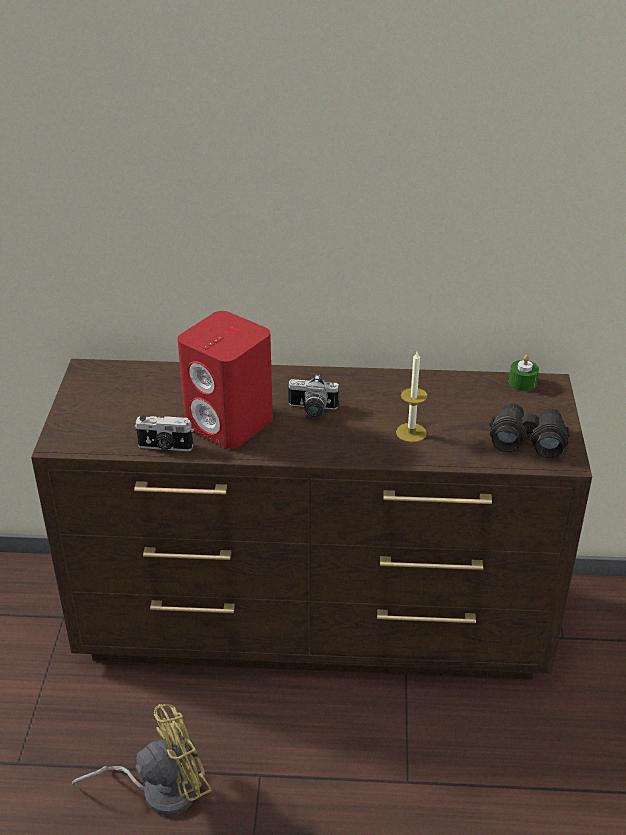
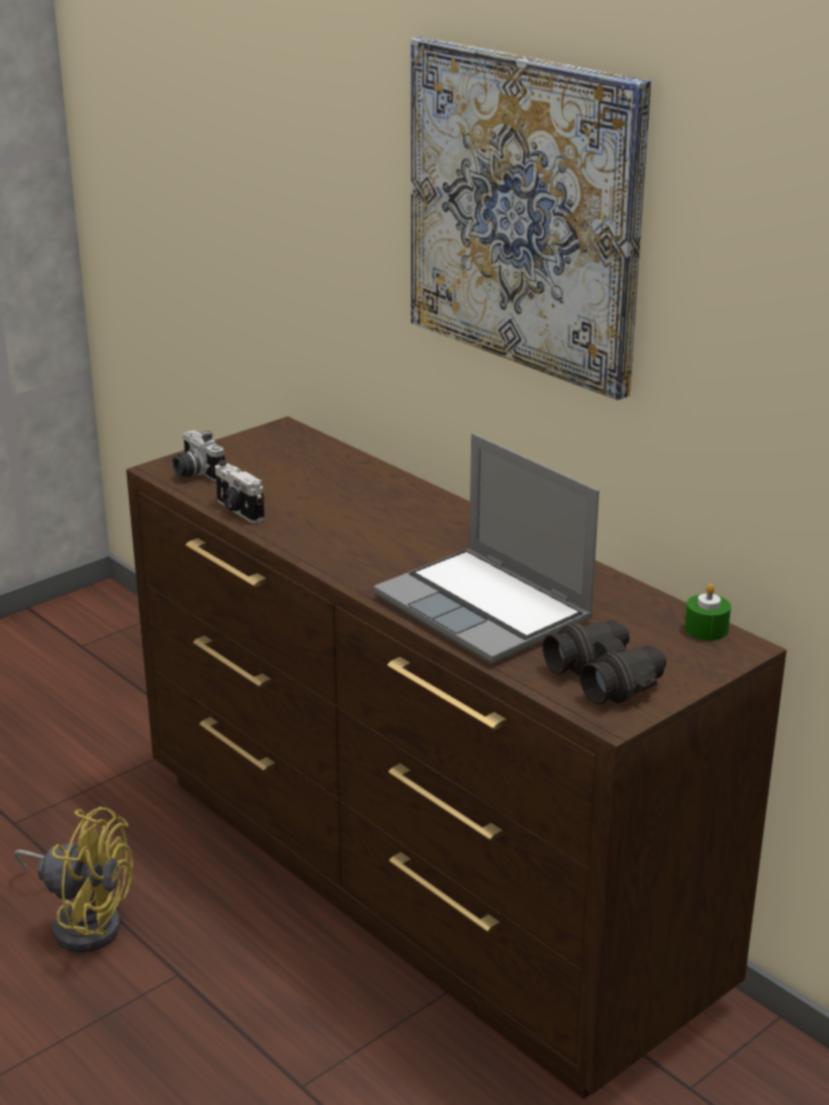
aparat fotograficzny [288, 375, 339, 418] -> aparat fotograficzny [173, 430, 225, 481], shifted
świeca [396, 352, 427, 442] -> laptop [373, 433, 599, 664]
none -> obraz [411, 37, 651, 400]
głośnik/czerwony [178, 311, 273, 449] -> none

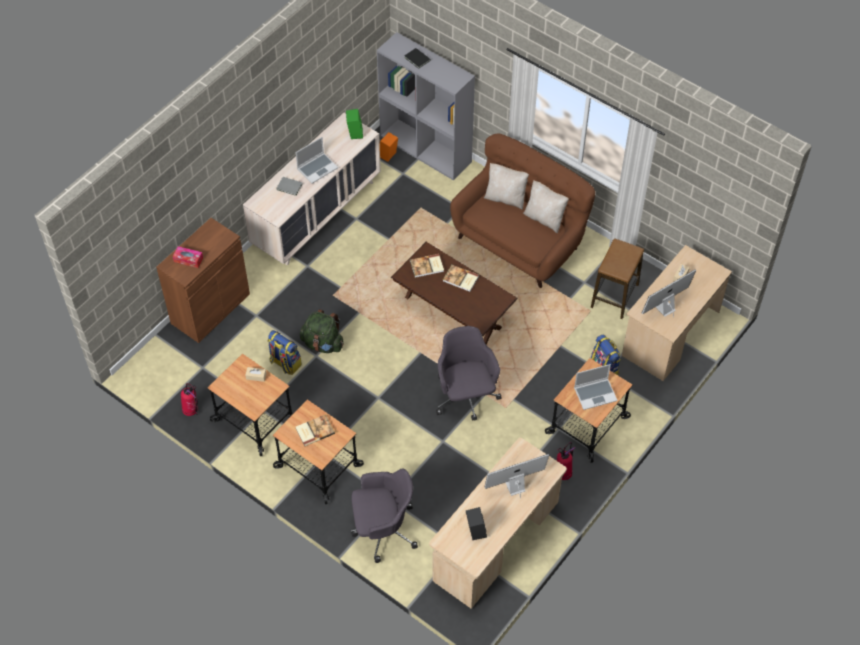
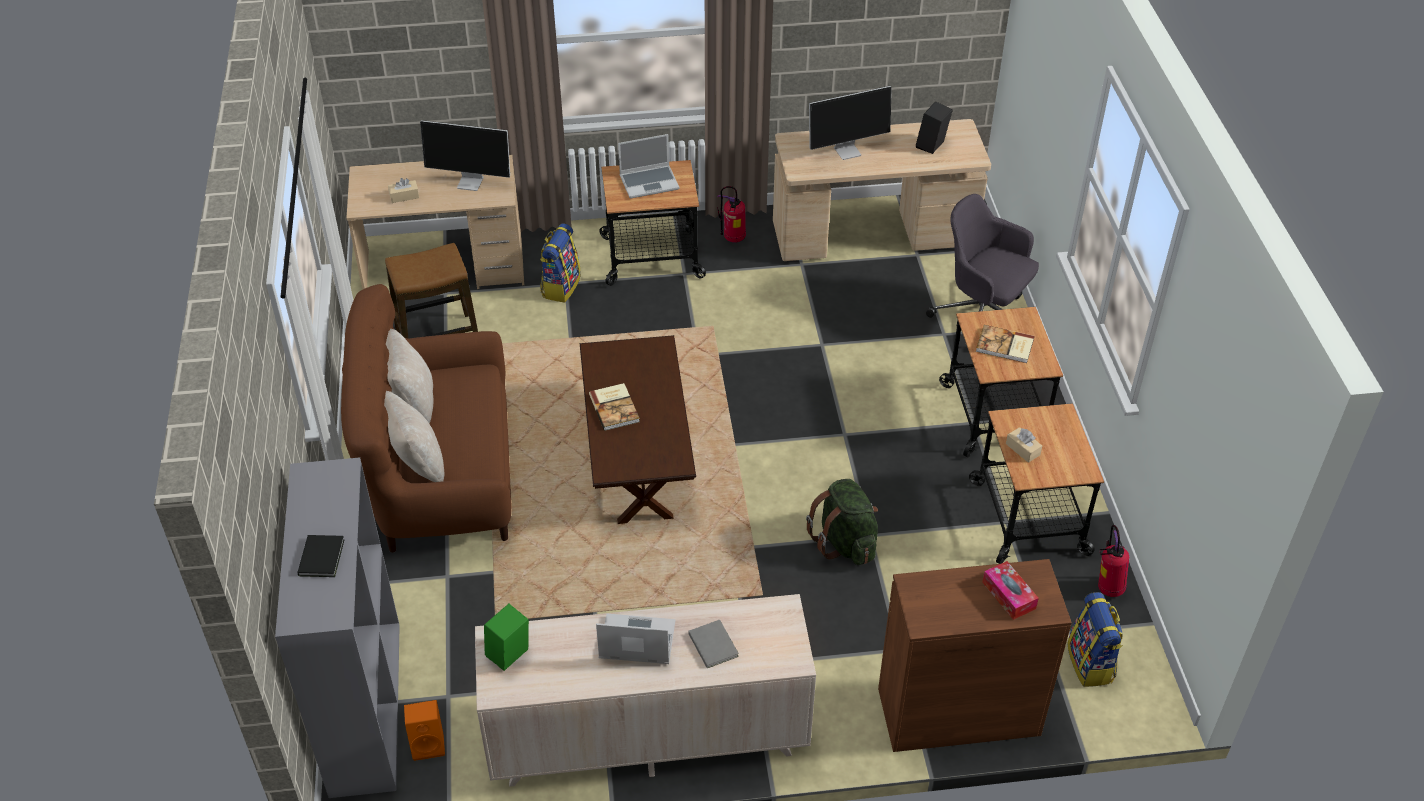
laptop [574, 364, 618, 410] -> laptop [618, 134, 680, 198], 135 degrees clockwise
monitor [485, 454, 549, 498] -> monitor [809, 86, 892, 160], 45 degrees counterclockwise
plecak [267, 330, 302, 375] -> plecak [1067, 592, 1123, 687], shifted
książka [410, 254, 444, 278] -> none
krzesło biurowe/szary [436, 326, 501, 421] -> none

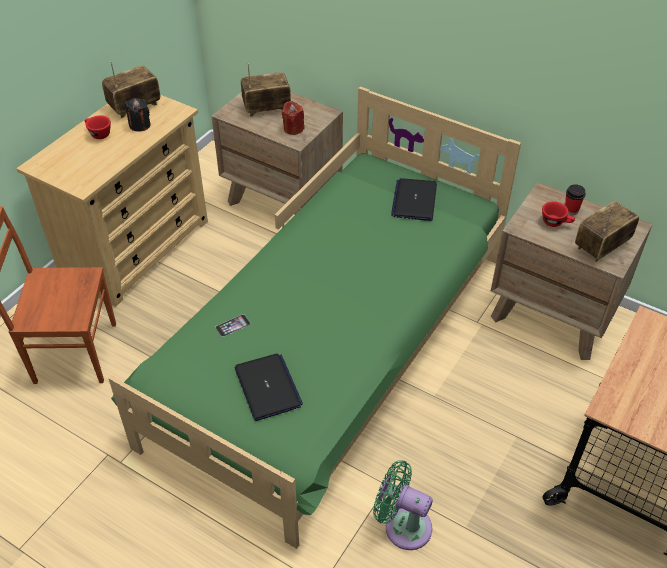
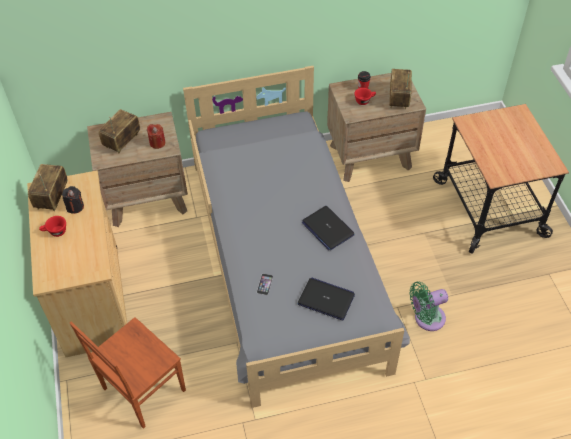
łóżko/zielony [108, 87, 521, 549] -> łóżko/szary [183, 66, 410, 408]
laptop [391, 178, 437, 221] -> laptop [302, 206, 355, 250], shifted

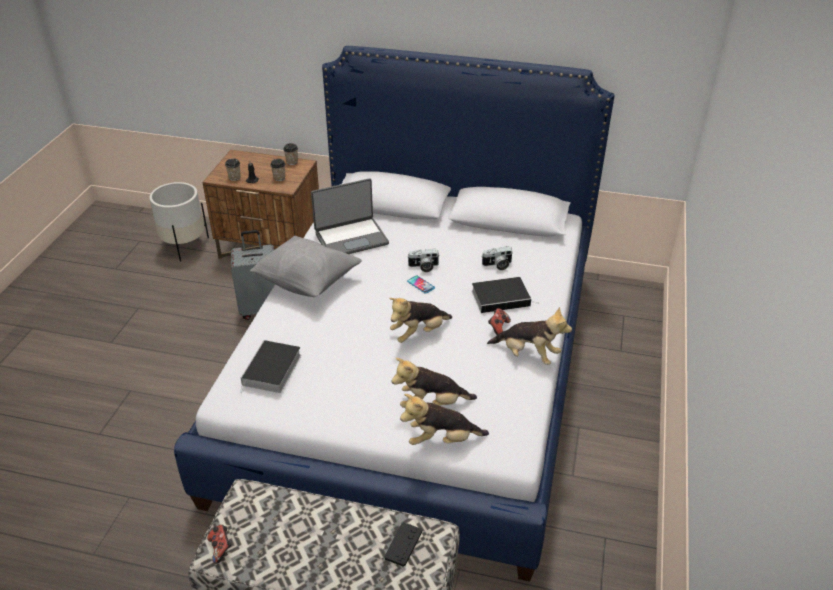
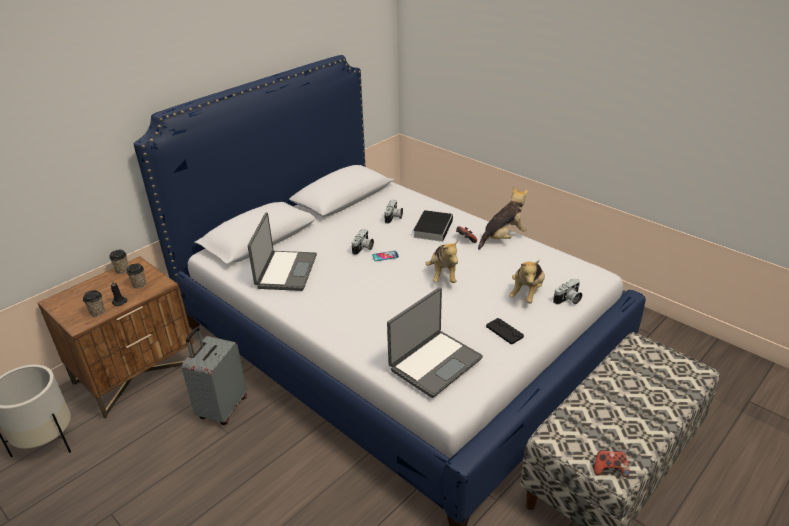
książka [240, 340, 301, 394] -> laptop [387, 287, 483, 398]
pad do gier/czarny [384, 522, 422, 567] -> pad do gier/czarny [486, 318, 524, 344], shifted
pluszak [400, 394, 489, 445] -> aparat fotograficzny [553, 278, 582, 305]
poduszka/szary [250, 236, 362, 297] -> none

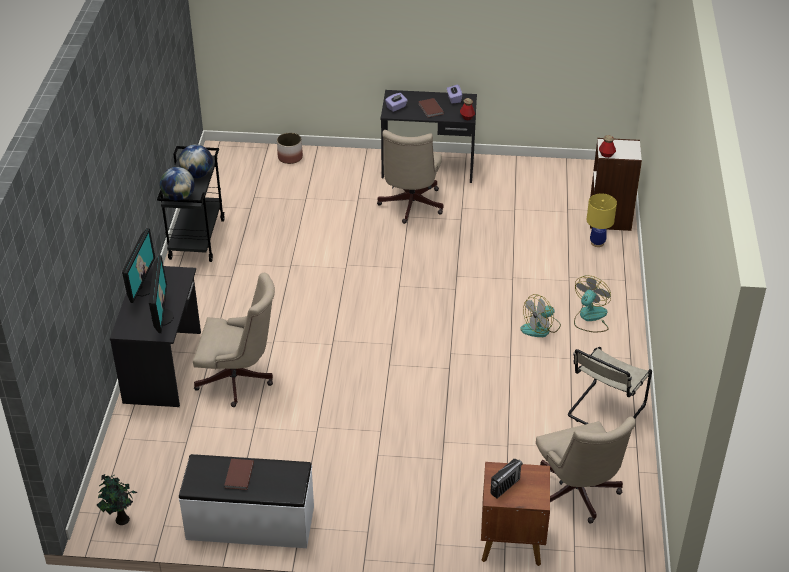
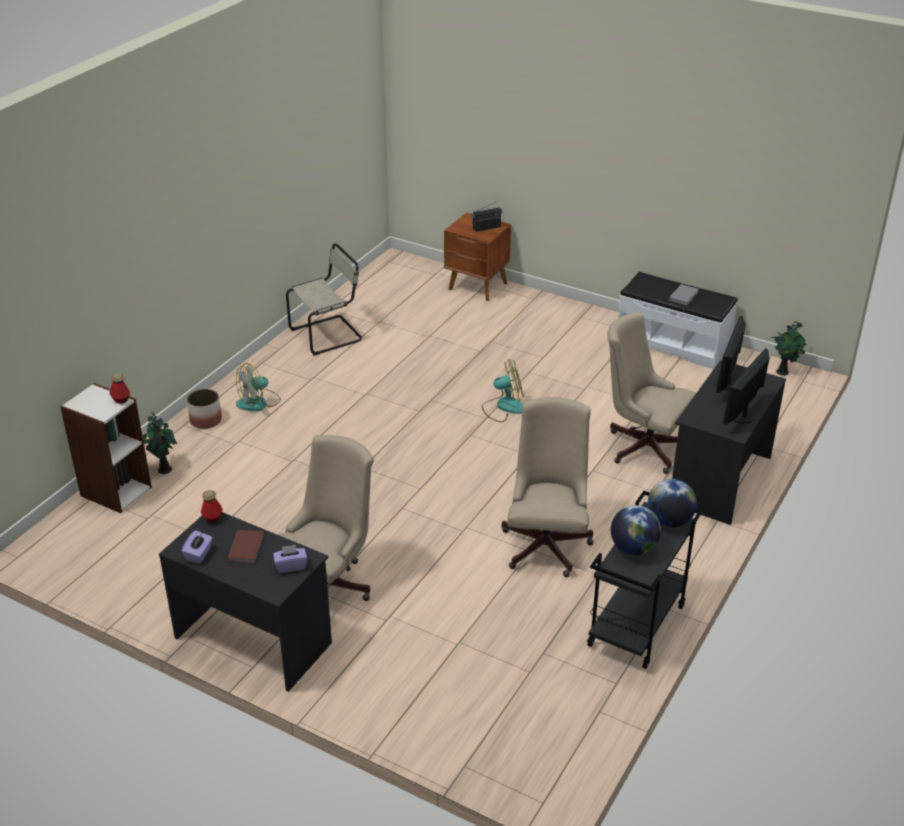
lampa stołowa/żółty [587, 193, 617, 247] -> roślina doniczkowa [142, 412, 177, 474]
donica [277, 133, 303, 164] -> donica [187, 389, 222, 429], shifted
wentylator [520, 294, 561, 337] -> wentylator [482, 360, 523, 422], shifted
krzesło biurowe/beżowy [536, 417, 636, 524] -> krzesło biurowe/beżowy [502, 397, 594, 577], shifted
książka/brązowy [225, 459, 254, 490] -> książka/szary [669, 284, 699, 305]

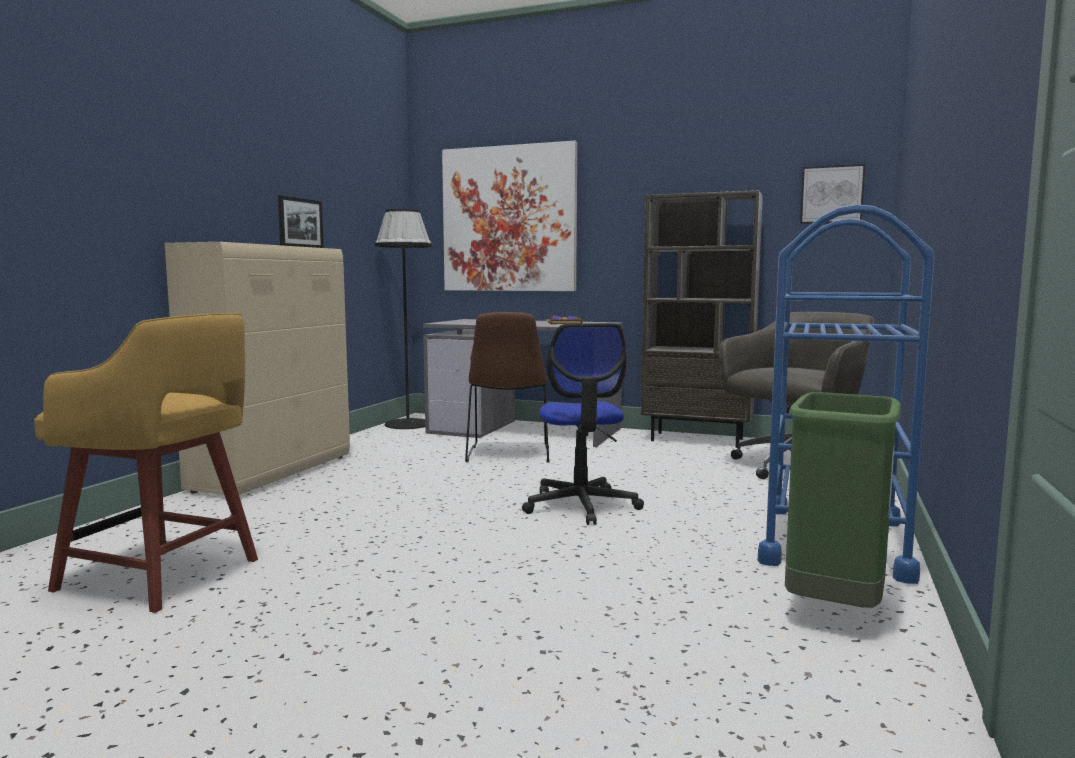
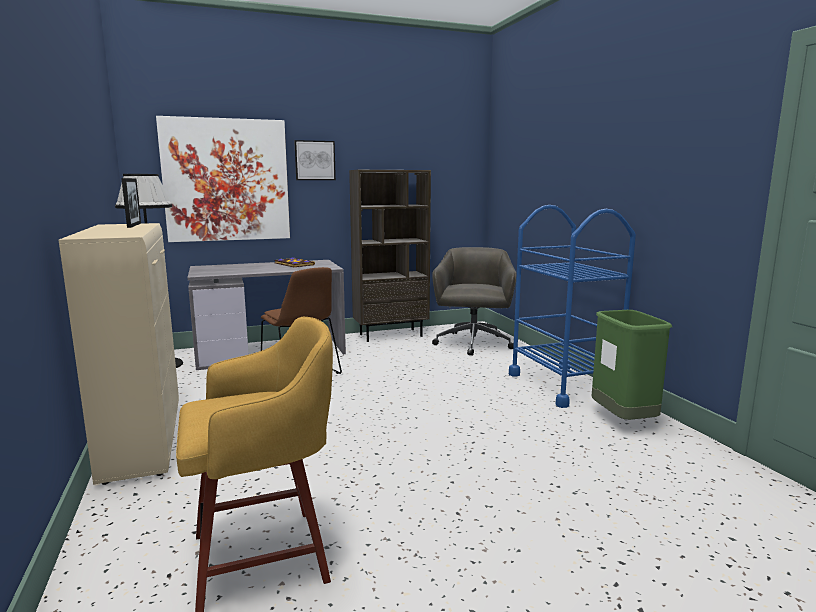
obraz [800, 164, 865, 224] -> obraz [294, 140, 336, 180], shifted
krzesło biurowe [522, 323, 644, 525] -> none

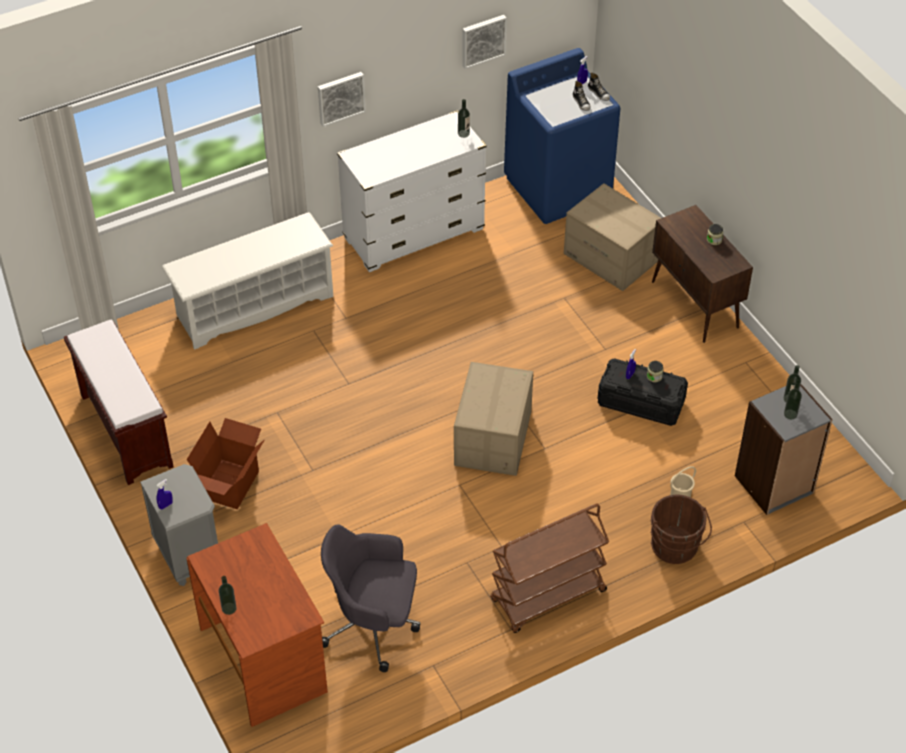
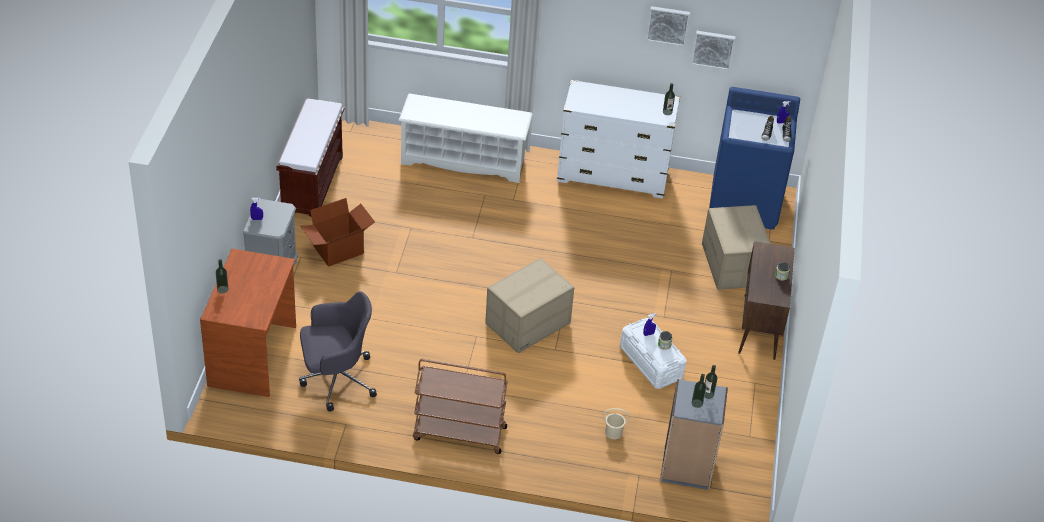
krzesło biurowe/szary [321, 524, 420, 672] -> krzesło biurowe/szary [299, 291, 377, 412], 120 degrees clockwise
pojemnik do przechowywania/czarny [598, 358, 688, 426] -> pojemnik do przechowywania/biały [620, 318, 687, 389]
obraz [318, 72, 366, 127] -> obraz [646, 6, 690, 47], shifted
wiadro/brązowy [650, 495, 712, 564] -> none

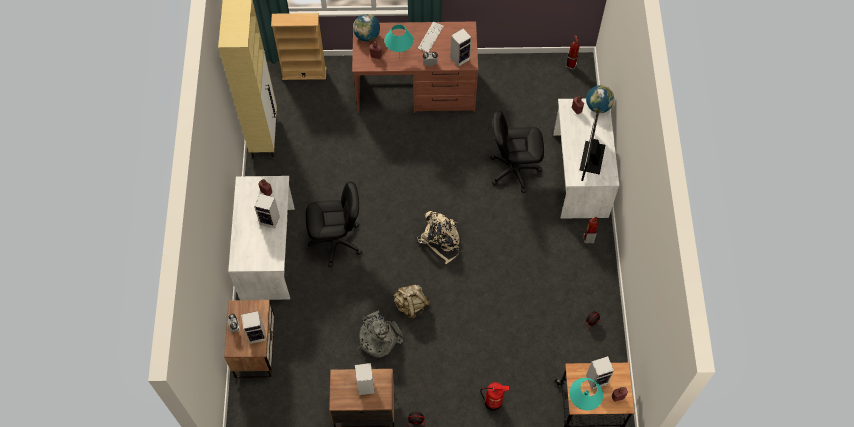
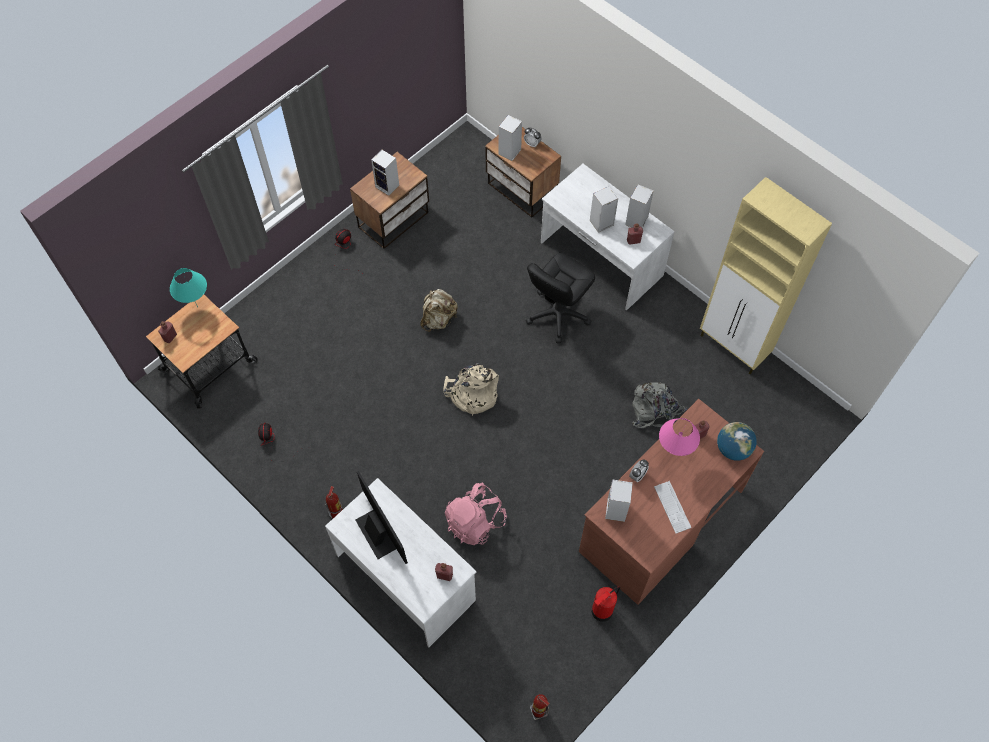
krzesło biurowe/czarny [490, 111, 544, 193] -> plecak/różowy [445, 482, 507, 545]
gaśnica [480, 382, 509, 411] -> gaśnica [591, 586, 620, 622], shifted
głośnik [586, 356, 614, 390] -> głośnik [625, 185, 654, 228], shifted
plecak/szary [359, 310, 403, 357] -> plecak/szary [632, 382, 687, 428], shifted
lampa stołowa/turkusowy [385, 24, 414, 57] -> lampa stołowa/różowy [659, 418, 700, 456]
regał/beżowy [271, 13, 326, 80] -> none
globus [586, 85, 614, 113] -> none

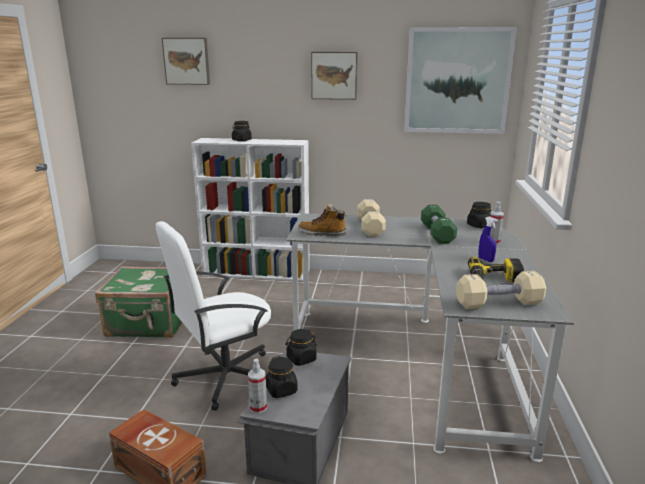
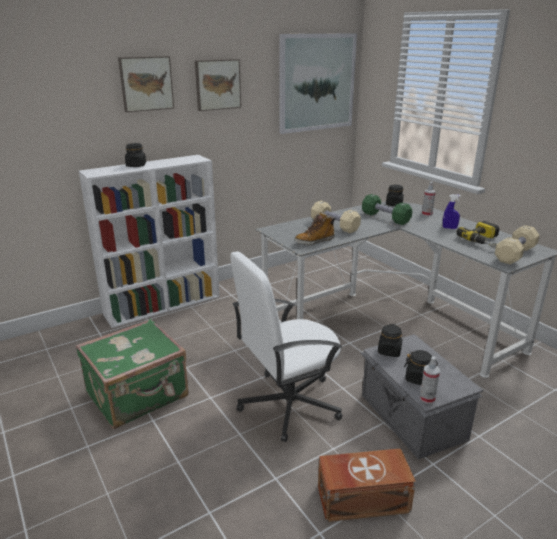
obraz [162, 38, 210, 85] -> obraz [118, 56, 174, 112], shifted
krzesło biurowe/biały [155, 221, 271, 411] -> krzesło biurowe/biały [230, 251, 342, 442], 45 degrees clockwise

